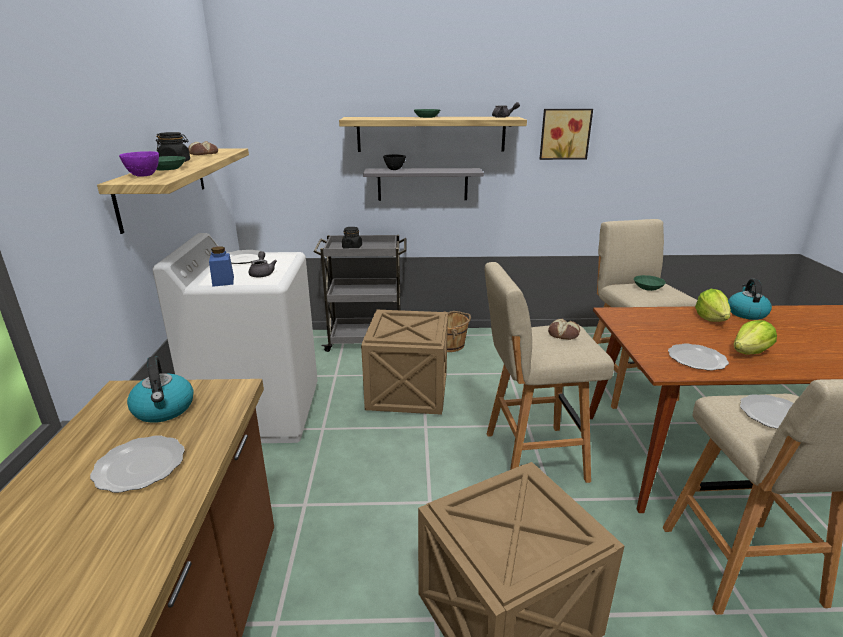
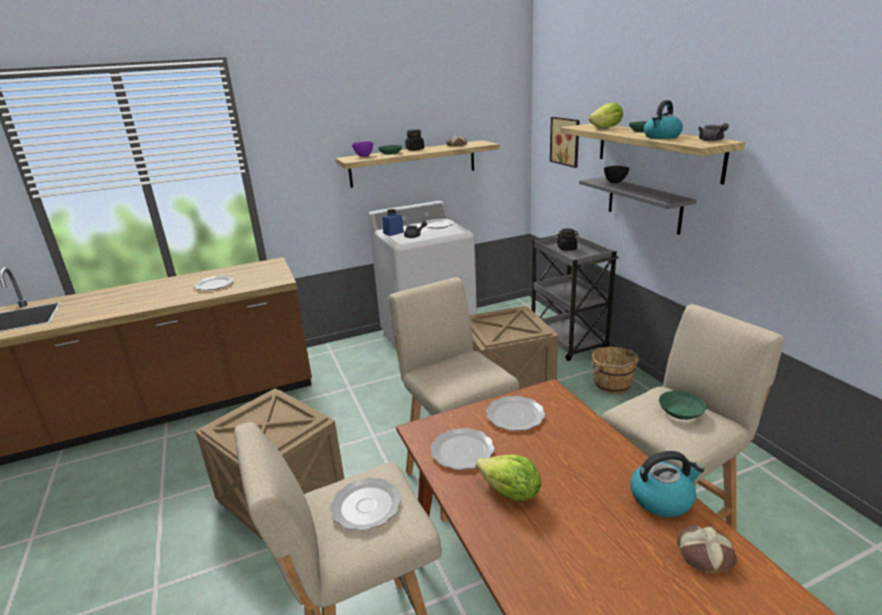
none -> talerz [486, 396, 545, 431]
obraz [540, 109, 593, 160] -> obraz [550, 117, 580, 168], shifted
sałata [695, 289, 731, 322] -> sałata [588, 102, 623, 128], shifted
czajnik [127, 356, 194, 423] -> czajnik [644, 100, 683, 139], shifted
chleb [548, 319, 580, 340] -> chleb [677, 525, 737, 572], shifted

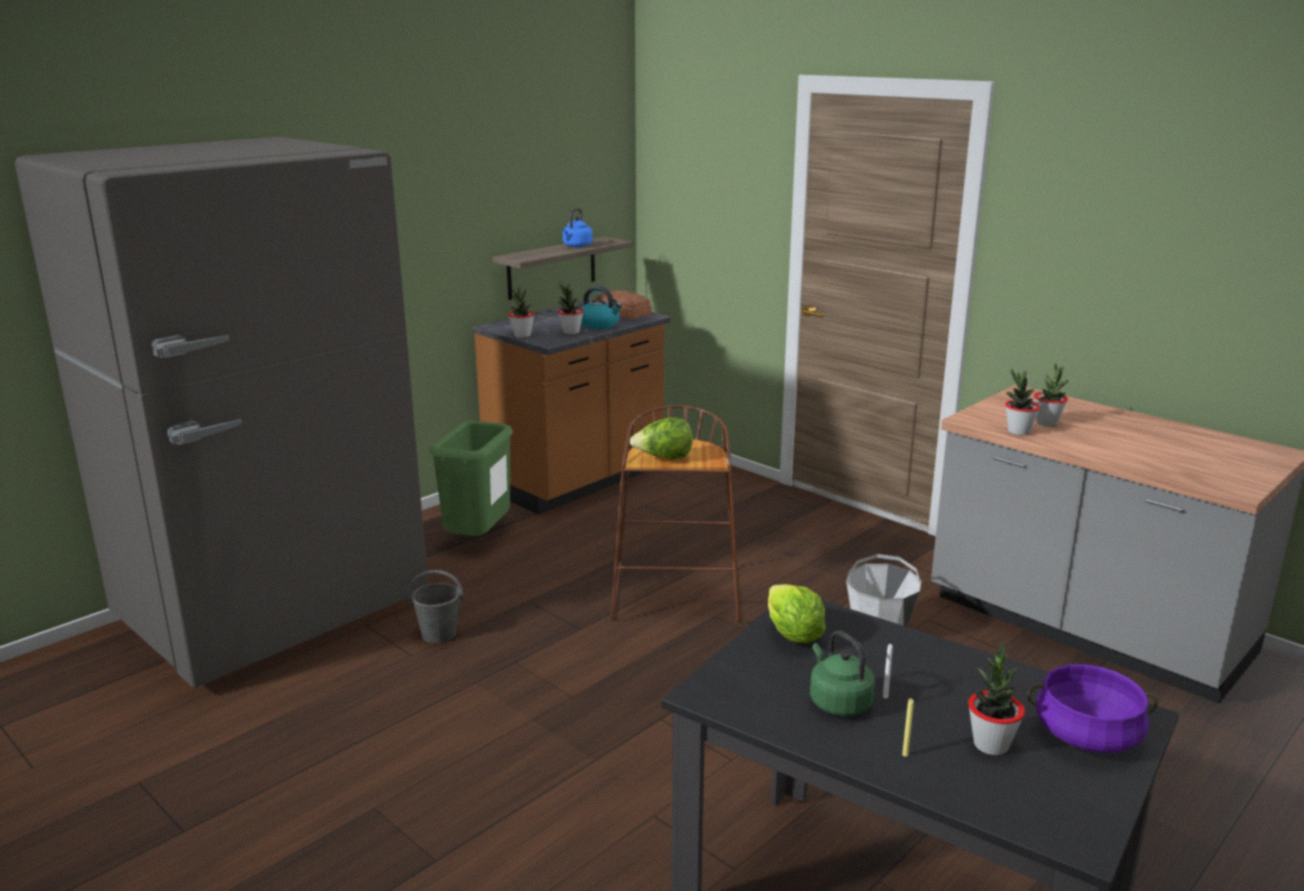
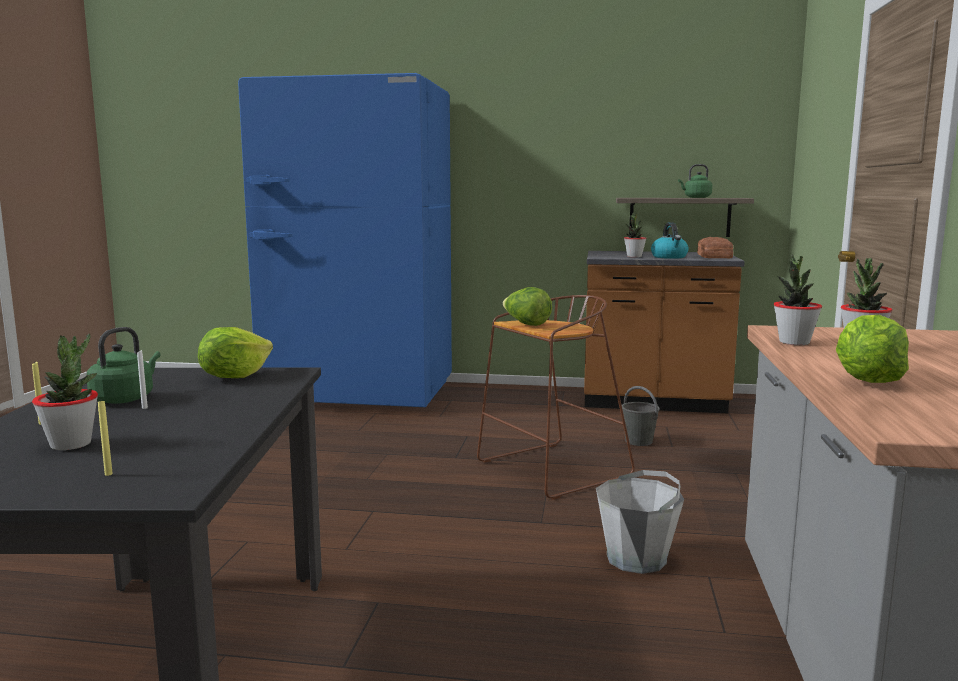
garnek/fioletowy [1027, 664, 1158, 753] -> świeca/żółty [98, 401, 113, 476]
lodówka/szary [15, 137, 428, 688] -> lodówka/niebieski [238, 73, 452, 407]
wiadro/szary [408, 570, 464, 643] -> wiadro/szary [622, 386, 659, 446], shifted
czajnik/niebieski [563, 208, 593, 247] -> czajnik/zielony [678, 164, 712, 198]
none -> sałata [836, 315, 909, 383]
kosz na śmieci/zielony [429, 421, 513, 536] -> none
roślina doniczkowa [508, 287, 534, 338] -> none

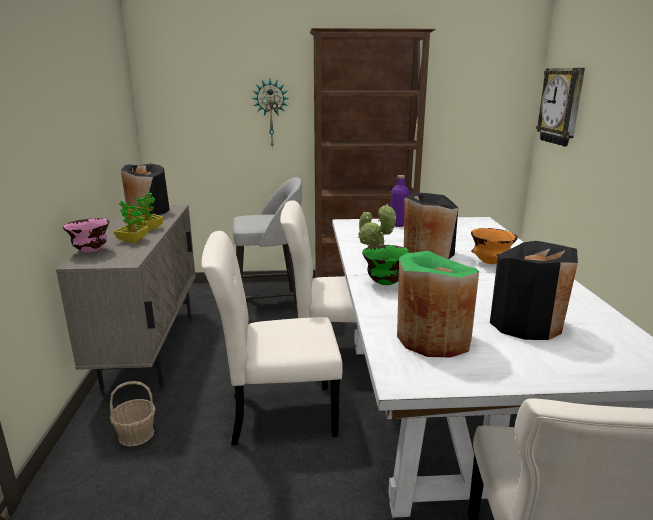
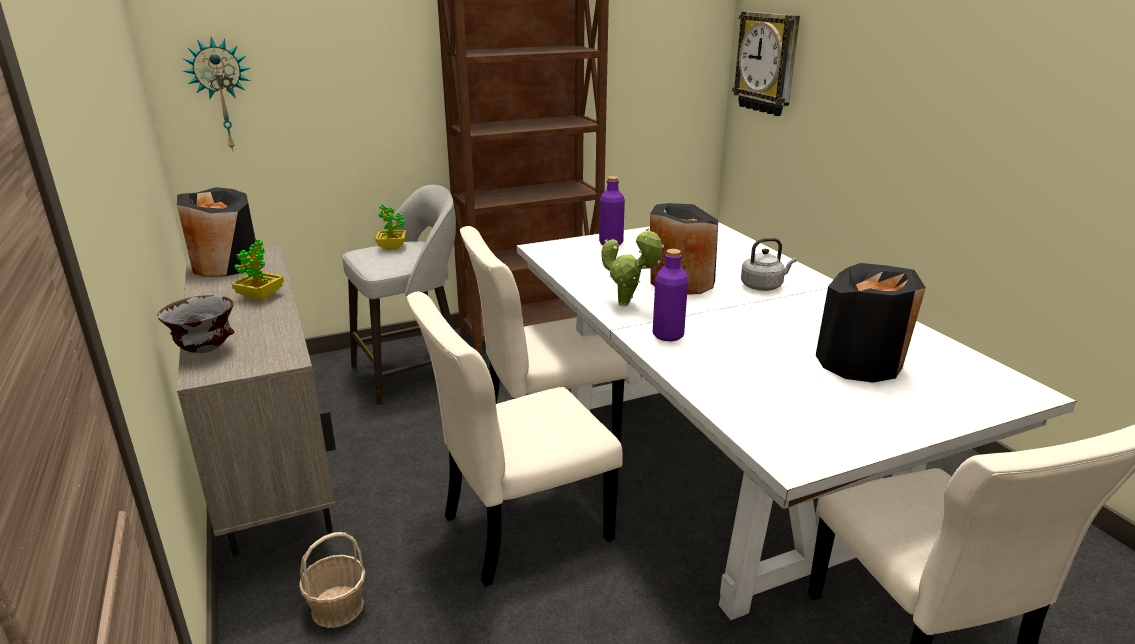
miska/różowy [63, 218, 110, 252] -> miska/szary [157, 295, 234, 353]
zegar ścienny [252, 79, 289, 148] -> zegar ścienny [182, 37, 251, 152], shifted
roślina doniczkowa [114, 201, 149, 243] -> roślina doniczkowa [375, 204, 407, 250], shifted
miska/zielony [362, 245, 412, 285] -> butelka/fioletowy [653, 249, 688, 341]
miska/pomarańczowy [471, 228, 518, 264] -> czajnik/szary [741, 238, 797, 291]
wazon/zielony [397, 251, 479, 357] -> none

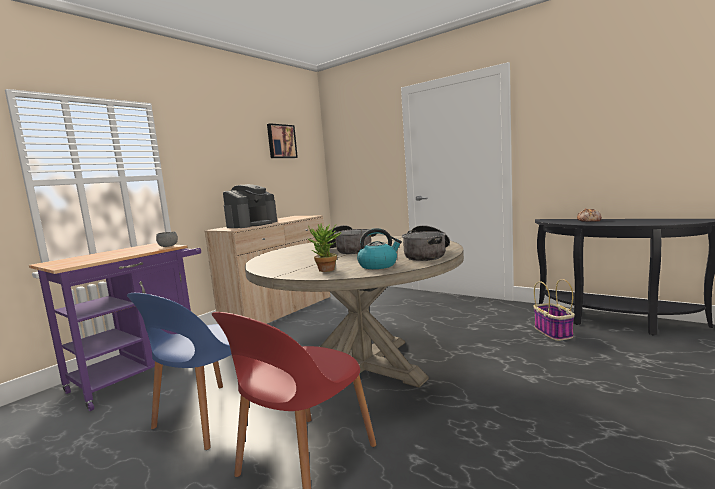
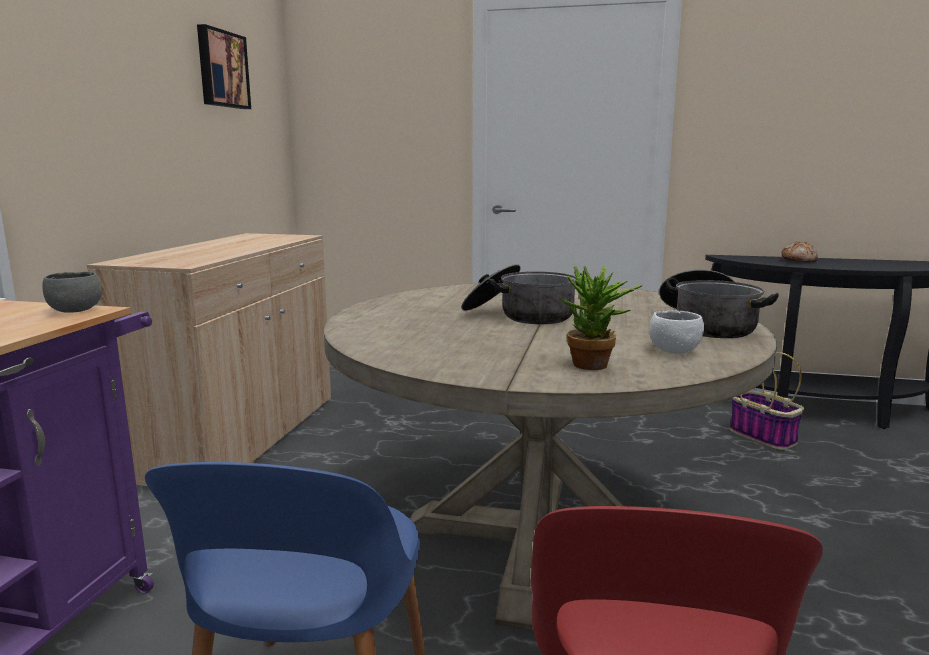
czajnik [357, 228, 402, 269] -> miska/biały [649, 310, 704, 353]
ekspres do kawy [223, 184, 277, 228] -> none

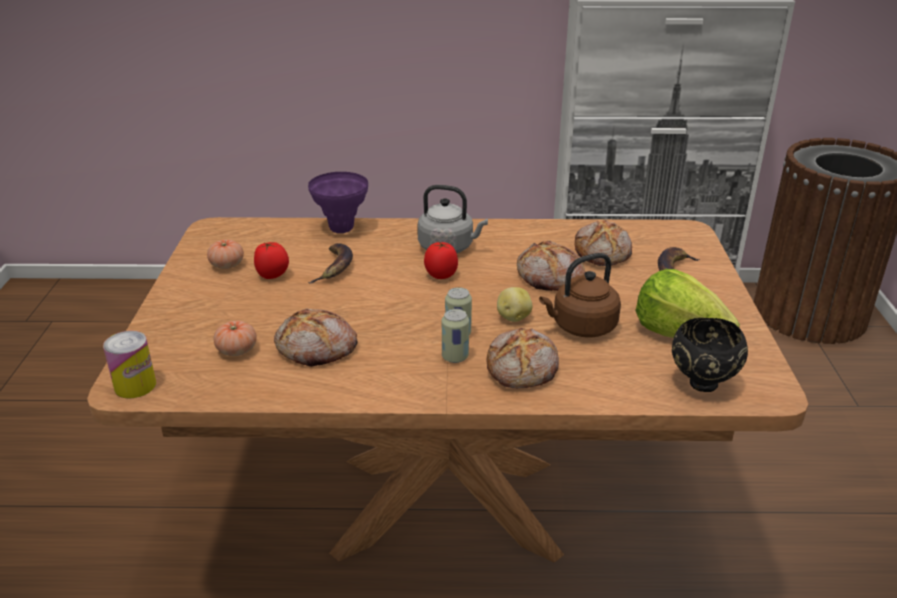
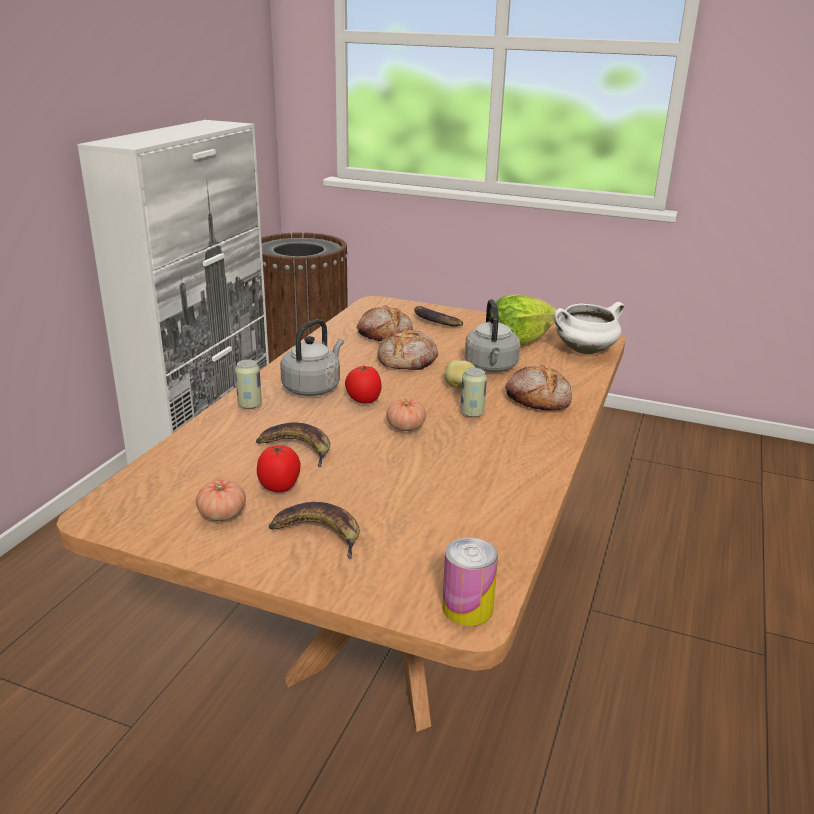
puszka [442, 309, 469, 363] -> puszka [235, 359, 262, 409], shifted
none -> banan [269, 502, 360, 559]
pomidor [214, 321, 257, 356] -> pomidor [386, 399, 426, 431], shifted
czajnik/brązowy [539, 253, 621, 338] -> czajnik/szary [465, 299, 520, 372]
miska/czarny [672, 318, 748, 392] -> garnek/biały [554, 302, 625, 354]
chleb [274, 308, 358, 367] -> none
wazon/fioletowy [308, 172, 368, 233] -> none

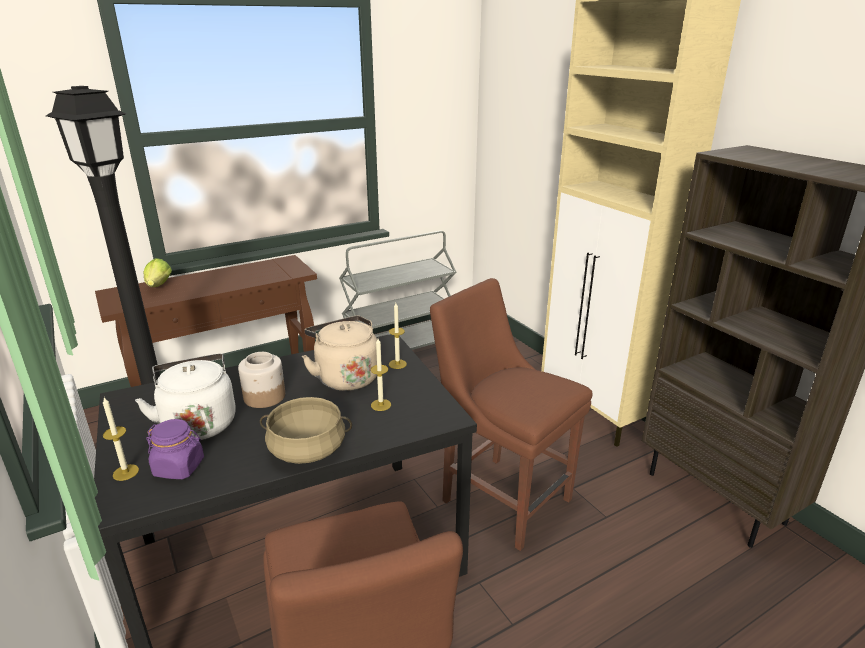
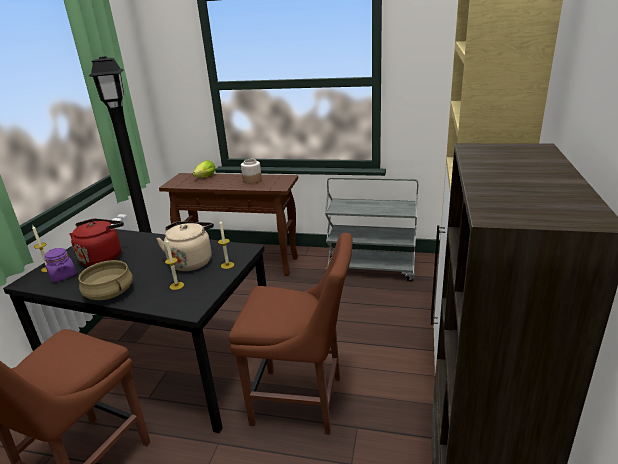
czajnik/biały [135, 353, 236, 440] -> czajnik/czerwony [70, 219, 124, 267]
krzesło/brązowy [430, 278, 592, 551] -> krzesło/brązowy [229, 233, 352, 435], 105 degrees clockwise
słoik [238, 352, 285, 408] -> słoik [241, 159, 262, 184], shifted

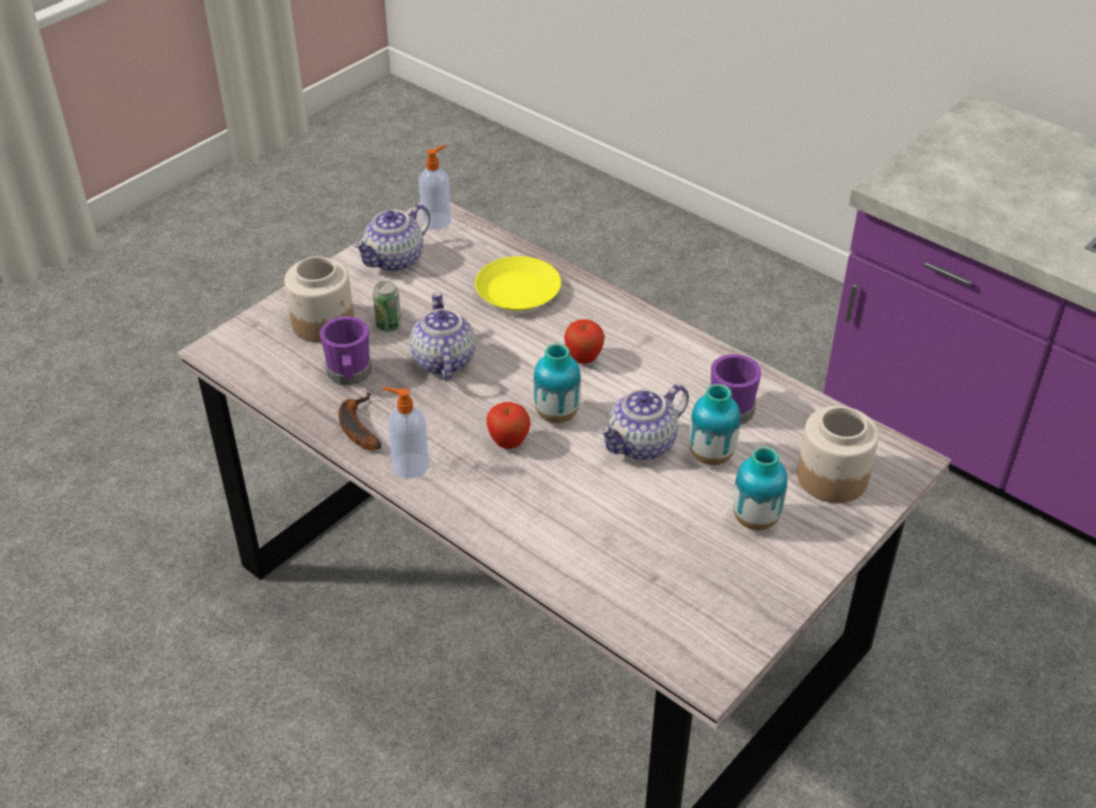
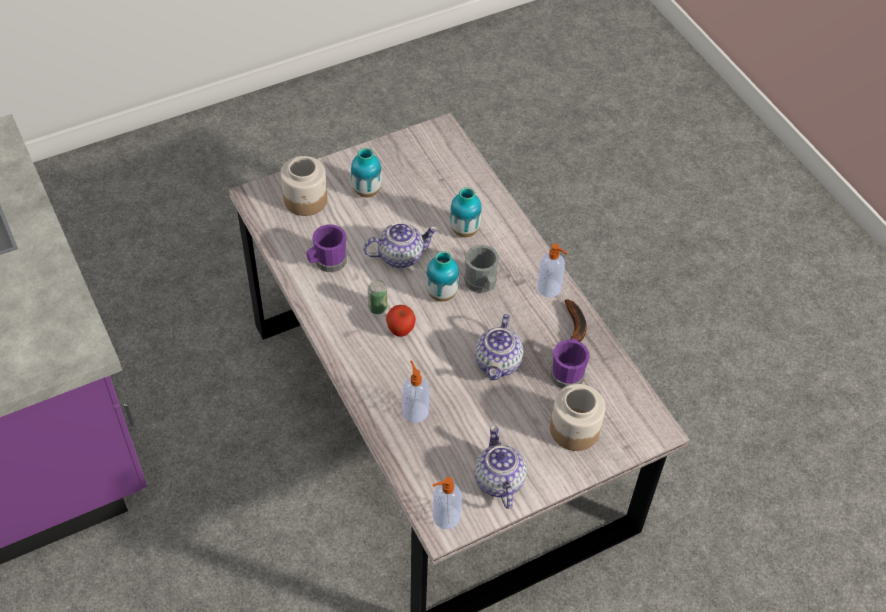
puszka [373, 281, 402, 332] -> puszka [368, 280, 387, 314], shifted
talerz/żółty [475, 256, 561, 311] -> dozownik mydła [403, 360, 429, 423]
wazon [689, 384, 740, 465] -> wazon [450, 188, 482, 237], shifted
jabłko [486, 402, 530, 449] -> kubek/szary [464, 245, 499, 293]
imbryk [352, 204, 430, 272] -> imbryk [474, 425, 527, 509], 75 degrees counterclockwise

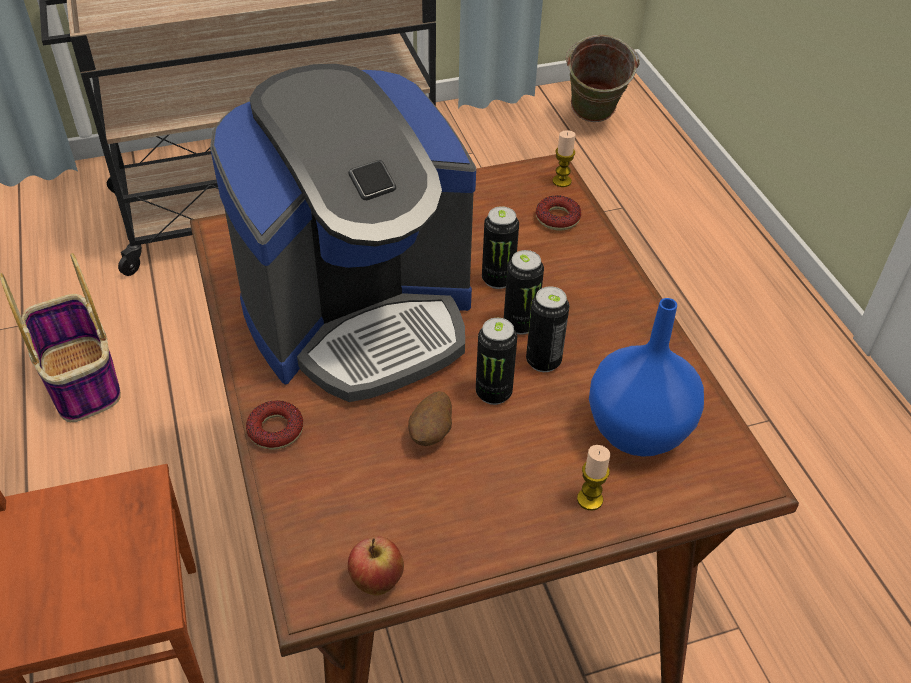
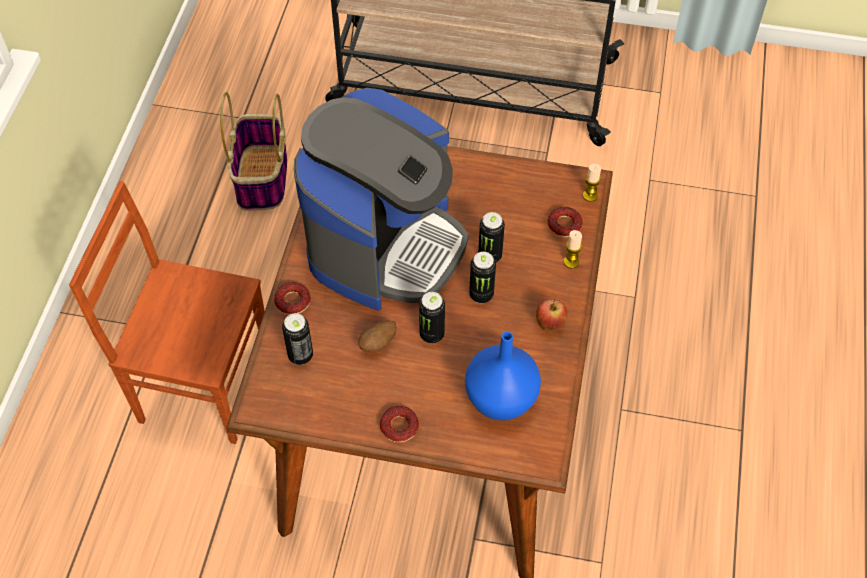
puszka [526, 286, 569, 372] -> puszka [282, 313, 313, 365], shifted
ekspres do kawy [210, 64, 476, 402] -> ekspres do kawy [294, 88, 468, 311], 60 degrees counterclockwise
none -> donut [380, 406, 419, 442]
jabłko [348, 536, 404, 596] -> jabłko [536, 299, 567, 332], shifted
świeca [577, 445, 610, 511] -> świeca [564, 230, 582, 269], shifted
wiadro/zielony [566, 35, 640, 122] -> none

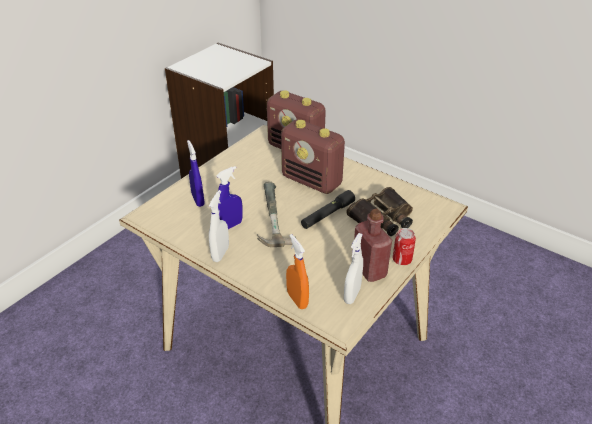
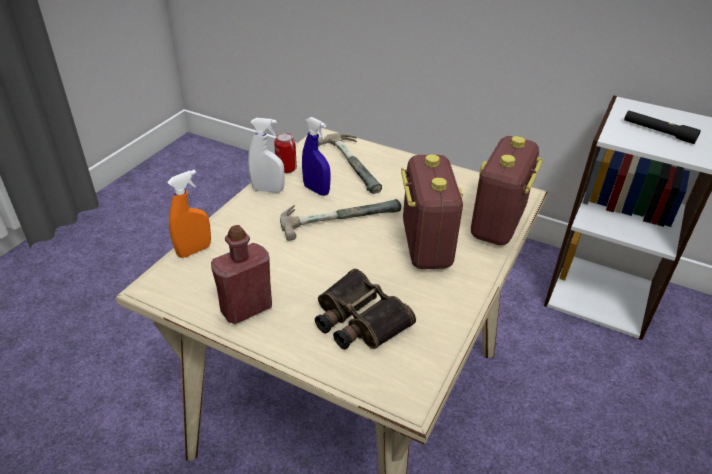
puszka [393, 228, 416, 265] -> puszka [274, 132, 297, 173], shifted
spryskiwacz/niebieski [187, 140, 205, 207] -> młotek [318, 133, 382, 194]
radio [281, 119, 345, 194] -> radio [401, 154, 463, 269], 150 degrees clockwise
latarka/czarny [301, 190, 355, 229] -> latarka/czarny [624, 110, 701, 144], shifted
spryskiwacz/biały [344, 233, 363, 304] -> none

